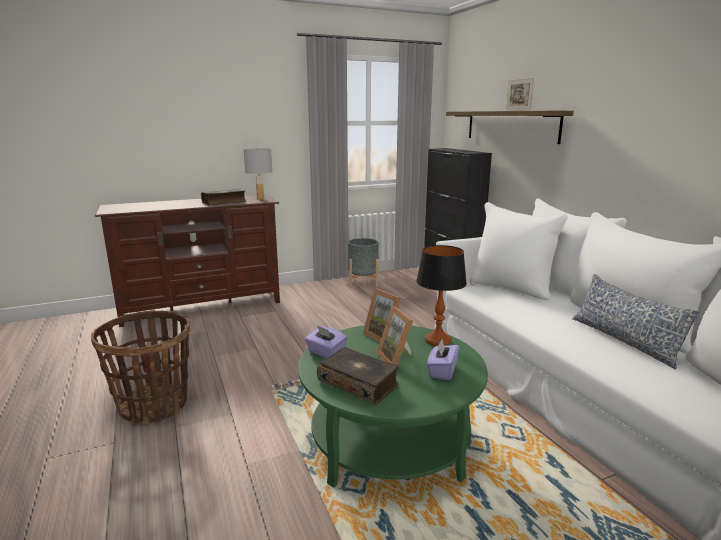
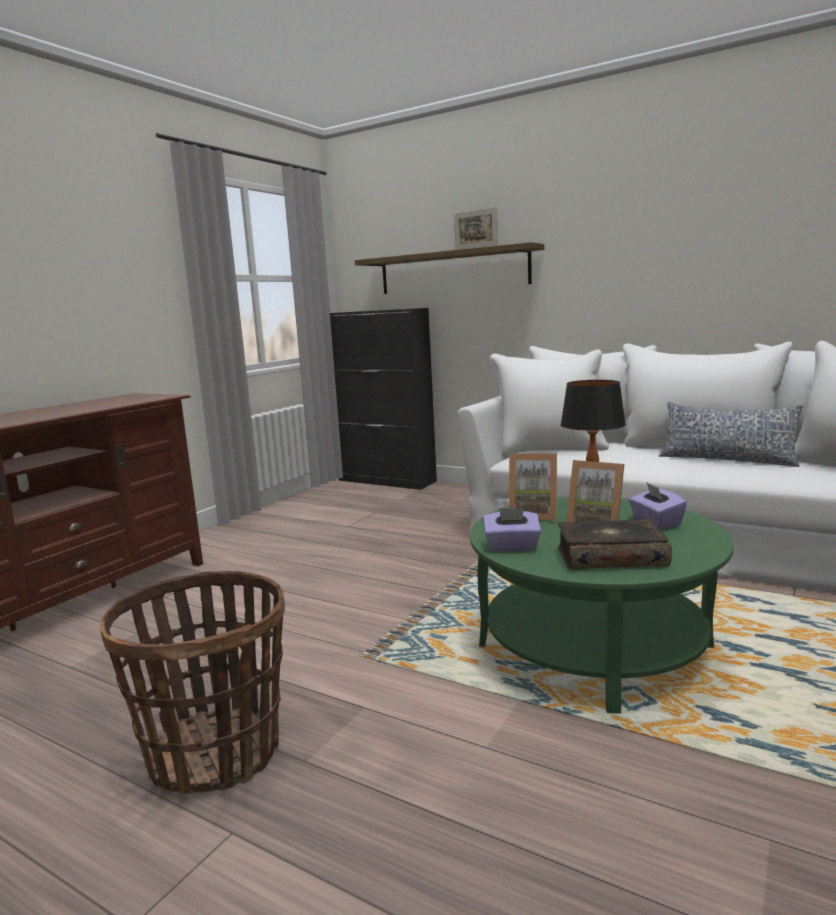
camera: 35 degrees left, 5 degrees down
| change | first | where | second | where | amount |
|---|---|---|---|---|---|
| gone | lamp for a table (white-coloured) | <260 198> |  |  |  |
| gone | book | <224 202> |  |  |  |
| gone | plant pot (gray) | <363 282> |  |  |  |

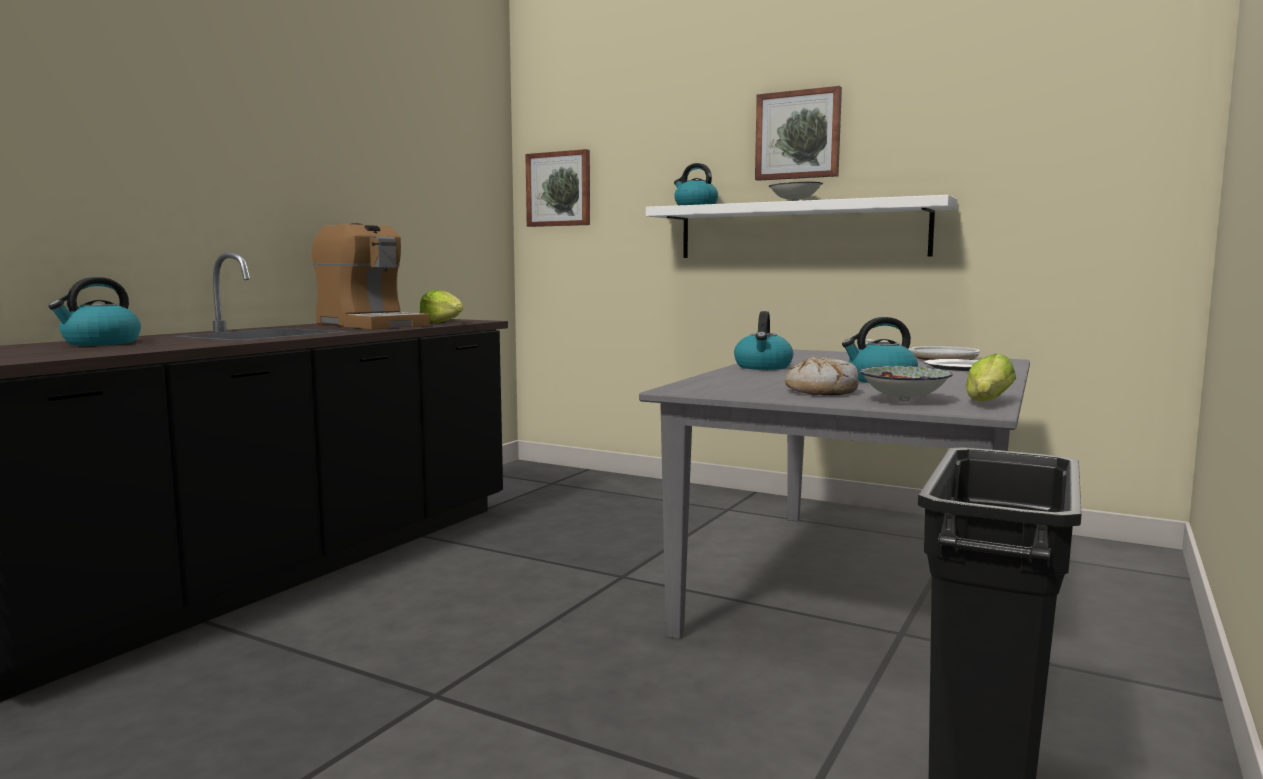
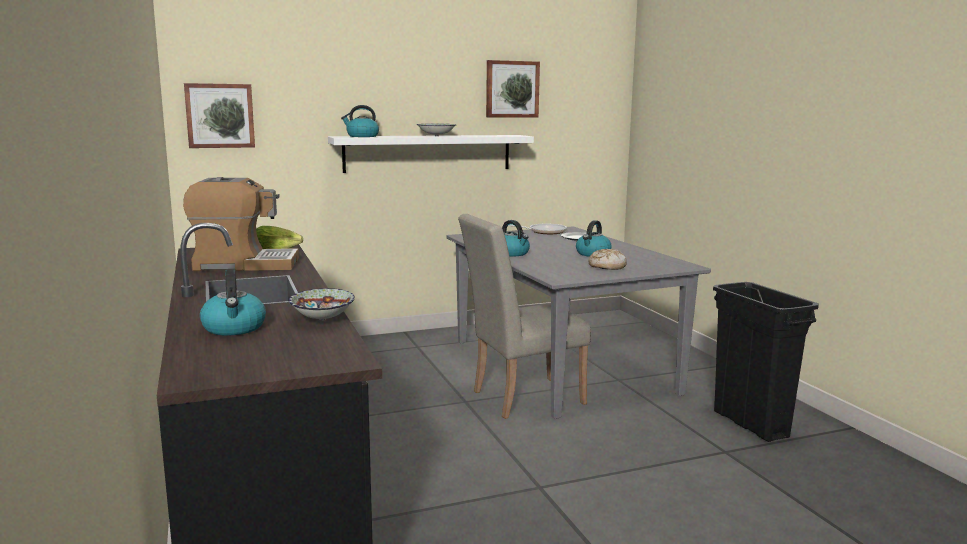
camera: 50 degrees left, 5 degrees up
| change | first | where | second | where | amount |
|---|---|---|---|---|---|
| shifted | picture | <798 135> |  | <512 89> |  |
| gone | head of lettuce | <987 403> |  |  |  |
| shifted | serving bowl | <903 400> |  | <322 319> |  |
| new |  |  | upright chair (beige) | <520 398> |  |

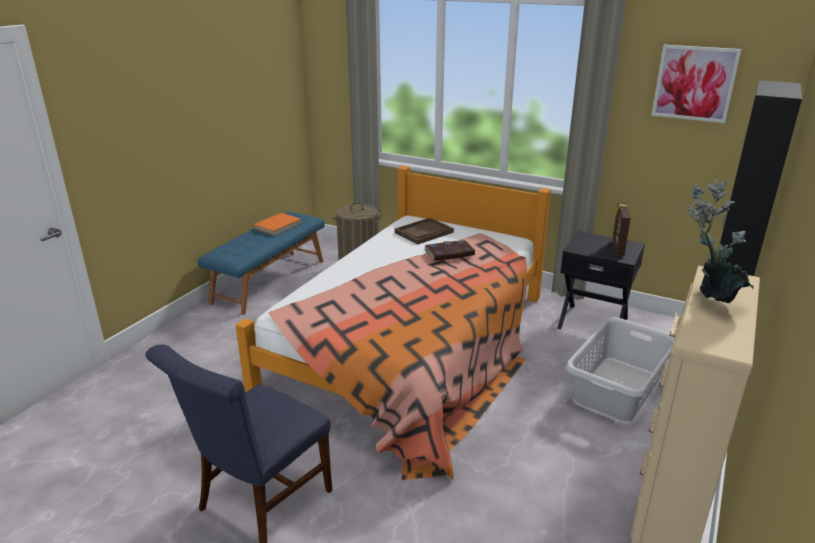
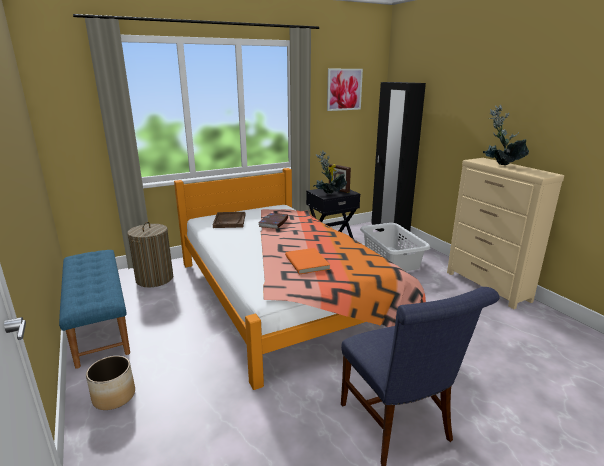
camera: 55 degrees left, 5 degrees down
| change | first | where | second | where | amount |
|---|---|---|---|---|---|
| shifted | book (orangey) | <278 226> |  | <308 262> |  |
| new |  |  | potted plant | <328 194> |  |
| new |  |  | plant pot | <113 396> |  |

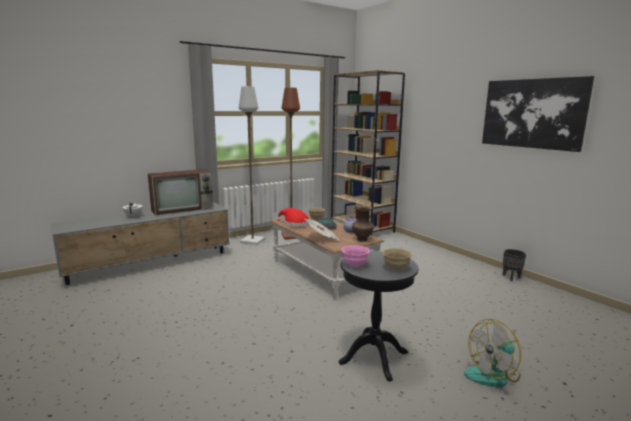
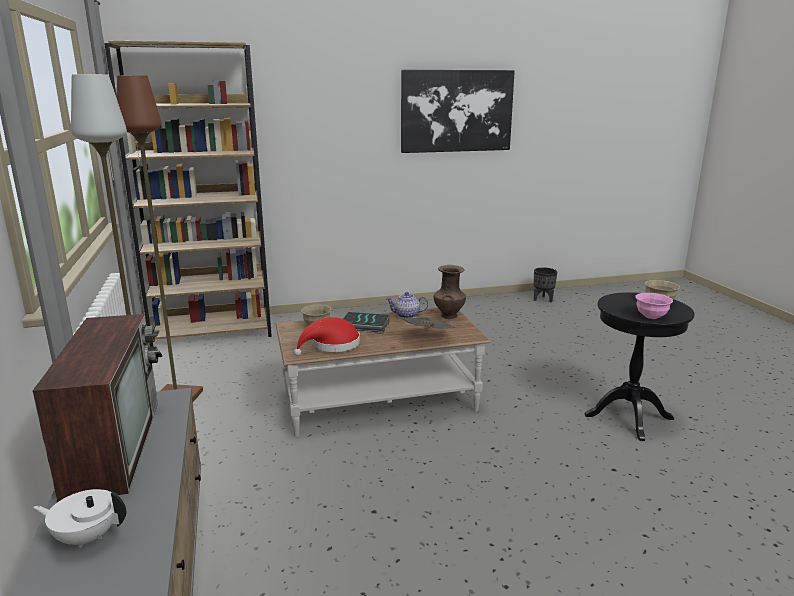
camera: 70 degrees left, 5 degrees up
| change | first | where | second | where | amount |
|---|---|---|---|---|---|
| shifted | plant pot (blackish) | <511 277> |  | <543 299> |  |
| gone | cooling fan | <493 375> |  |  |  |

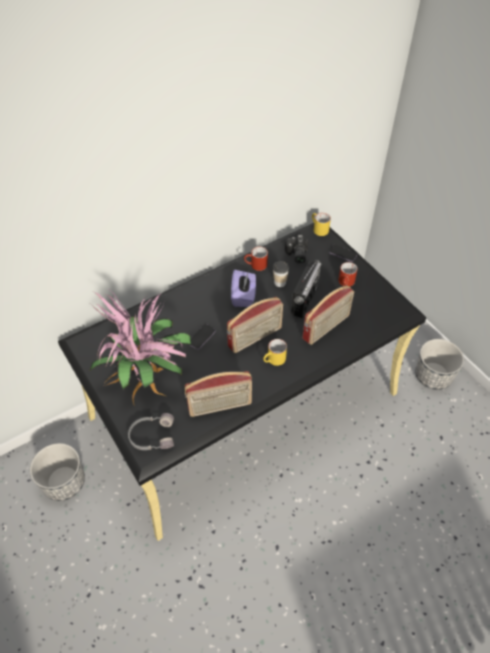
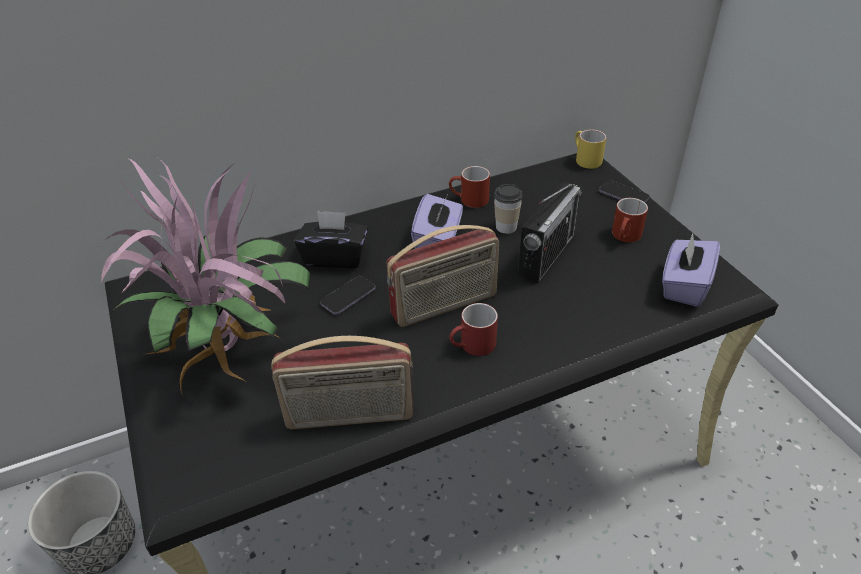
camera: 10 degrees right, 10 degrees down
| change | first | where | second | where | amount |
|---|---|---|---|---|---|
| gone | still camera | <296 255> |  |  |  |
| gone | radio | <326 328> |  |  |  |
| repainted | coffee mug (yellow-coloured) | <274 360> | coffee mug (red-coloured) | <472 347> |  |
| gone | plant pot | <433 376> |  |  |  |
| gone | headset (gray) | <152 435> |  |  |  |
| new |  |  | box of tissues (blackish) | <335 257> |  |
| new |  |  | box of tissues (purplish) | <684 286> |  |

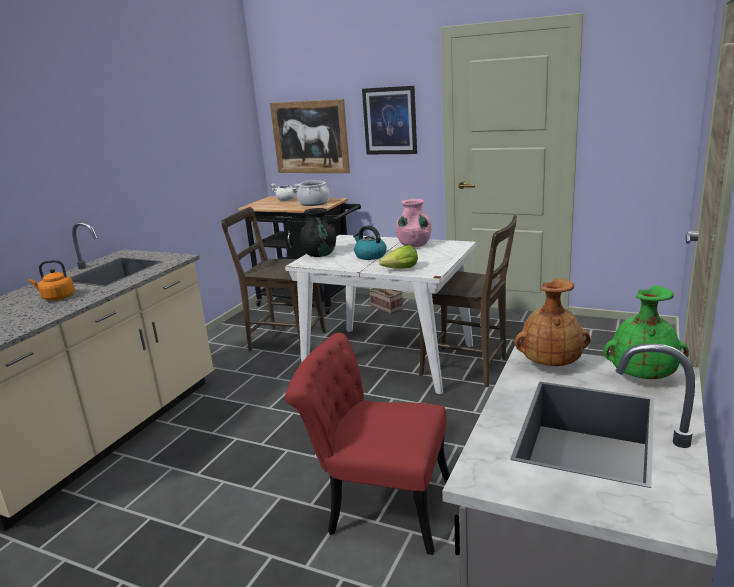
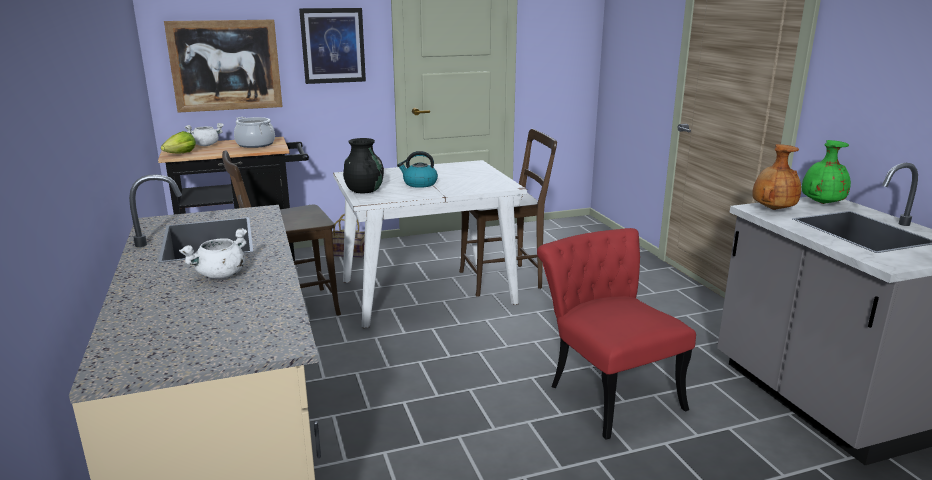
camera: 45 degrees left, 0 degrees up
| change | first | where | second | where | amount |
|---|---|---|---|---|---|
| gone | vase (pinkish) | <414 245> |  |  |  |
| shifted | head of lettuce | <401 269> |  | <181 154> |  |
| swapped | water kettle (orangey) | <57 298> | saucepot (white-coloured) | <220 275> |  |
| rotated | upright chair (red-coloured) | <377 505> |  | <606 391> | 90 degrees clockwise |

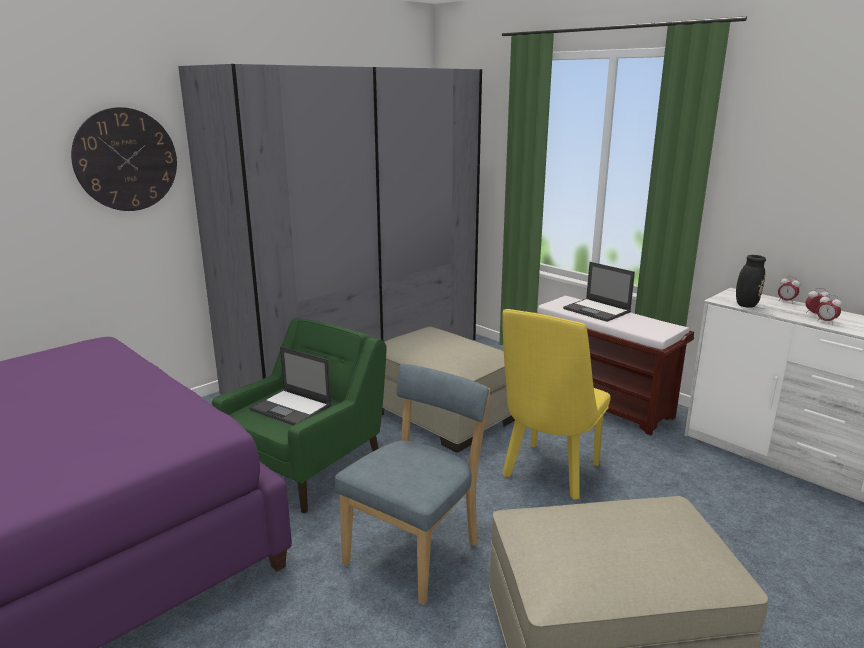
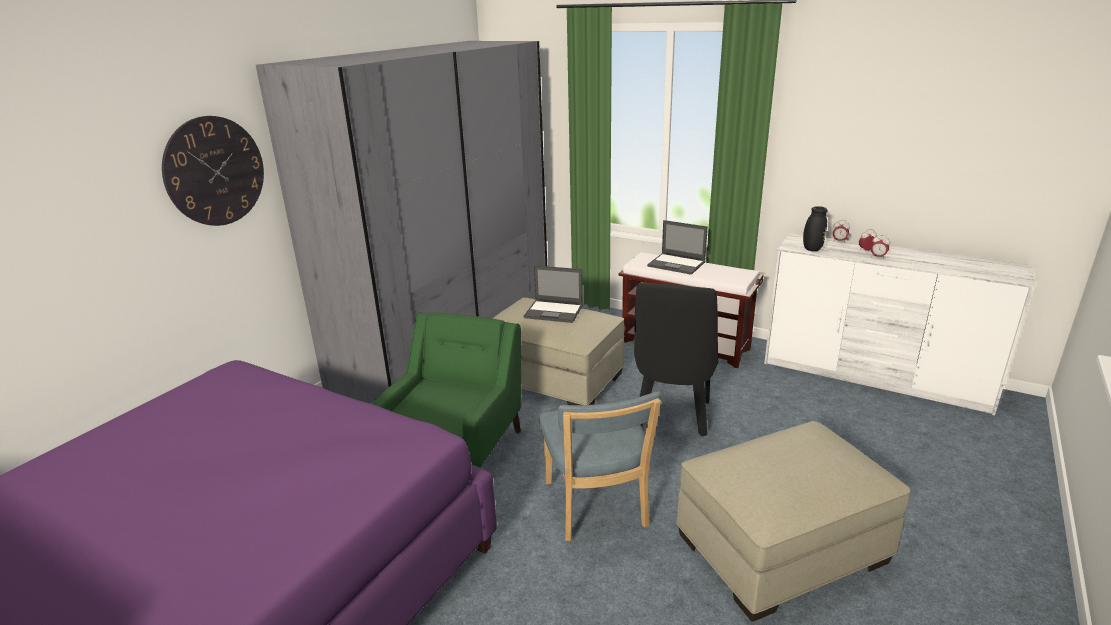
camera: 15 degrees left, 5 degrees up
| change | first | where | second | where | amount |
|---|---|---|---|---|---|
| repainted | upright chair (yellow-coloured) | <548 474> | upright chair (blackish) | <672 418> |  |
| shifted | notebook computer | <292 408> |  | <554 312> |  |
| rotated | upright chair (blue) | <416 550> |  | <597 508> | 150 degrees clockwise |

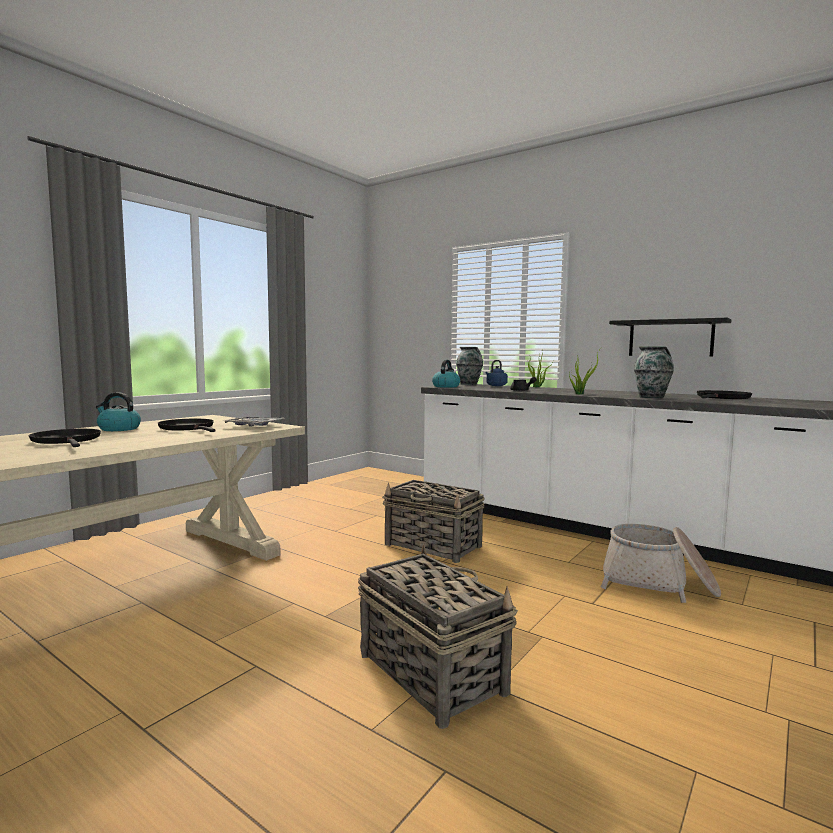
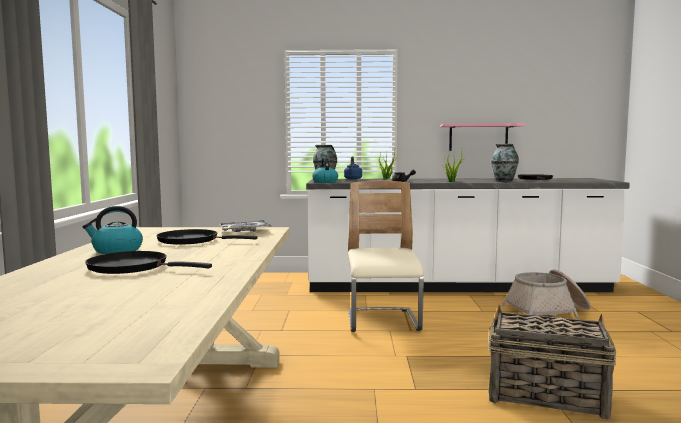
camera: 35 degrees left, 0 degrees up
| change | first | where | second | where | amount |
|---|---|---|---|---|---|
| repainted | wall shelf (blackish) | <670 338> | wall shelf (pinkish) | <478 137> |  |
| swapped | storage basket | <433 546> | upright chair (beige) | <382 322> |  |

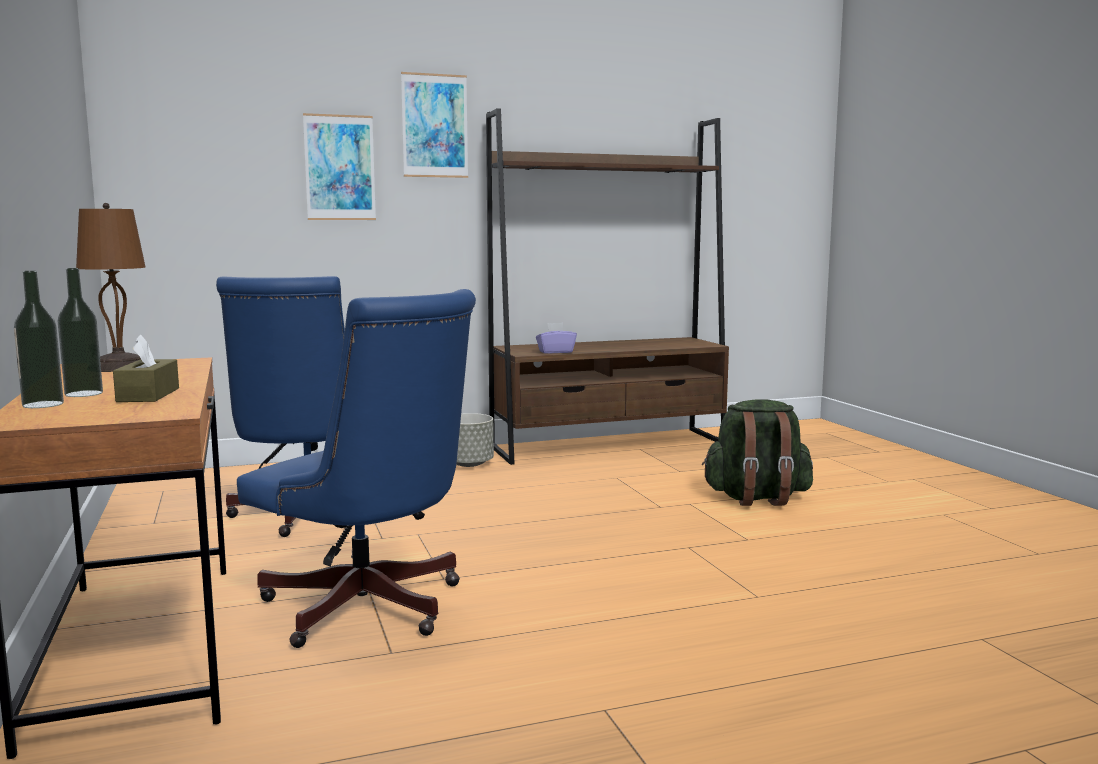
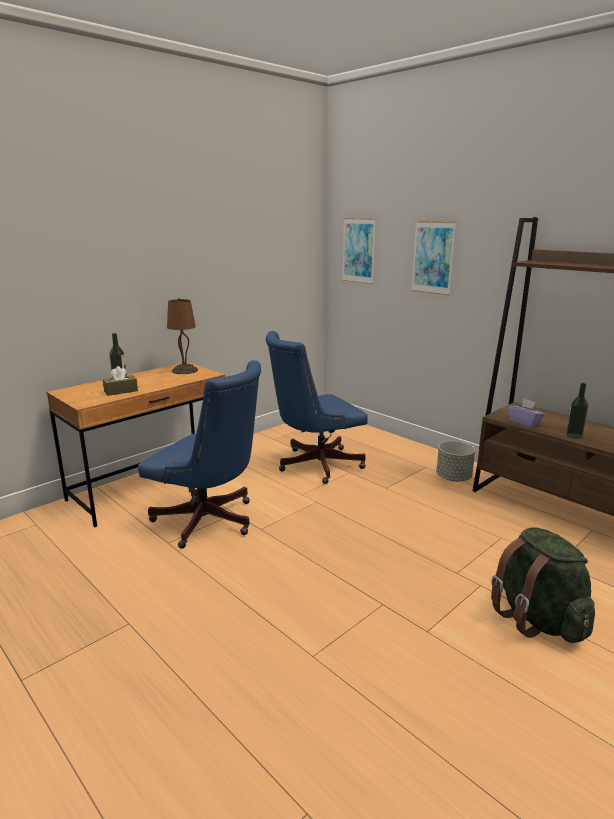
camera: 65 degrees right, 10 degrees up
| change | first | where | second | where | amount |
|---|---|---|---|---|---|
| shifted | picture | <435 126> |  | <358 250> |  |
| shifted | bottle | <43 404> |  | <574 436> |  |
| rotated | desk chair (blue) | <370 610> |  | <210 522> | 75 degrees counterclockwise |

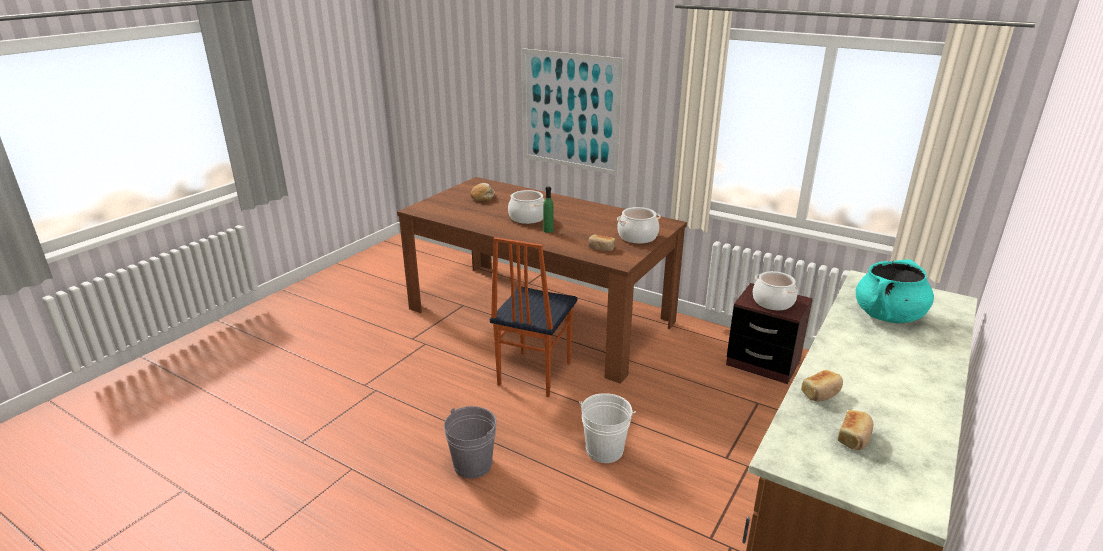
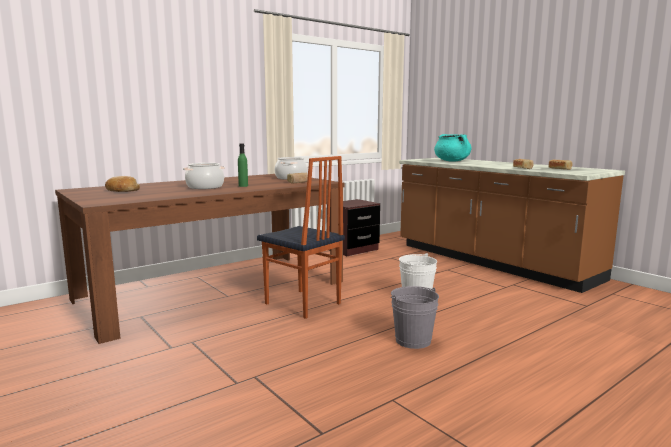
camera: 70 degrees left, 15 degrees down
| change | first | where | second | where | amount |
|---|---|---|---|---|---|
| gone | picture | <570 111> |  |  |  |
| gone | saucepot | <772 302> |  |  |  |

